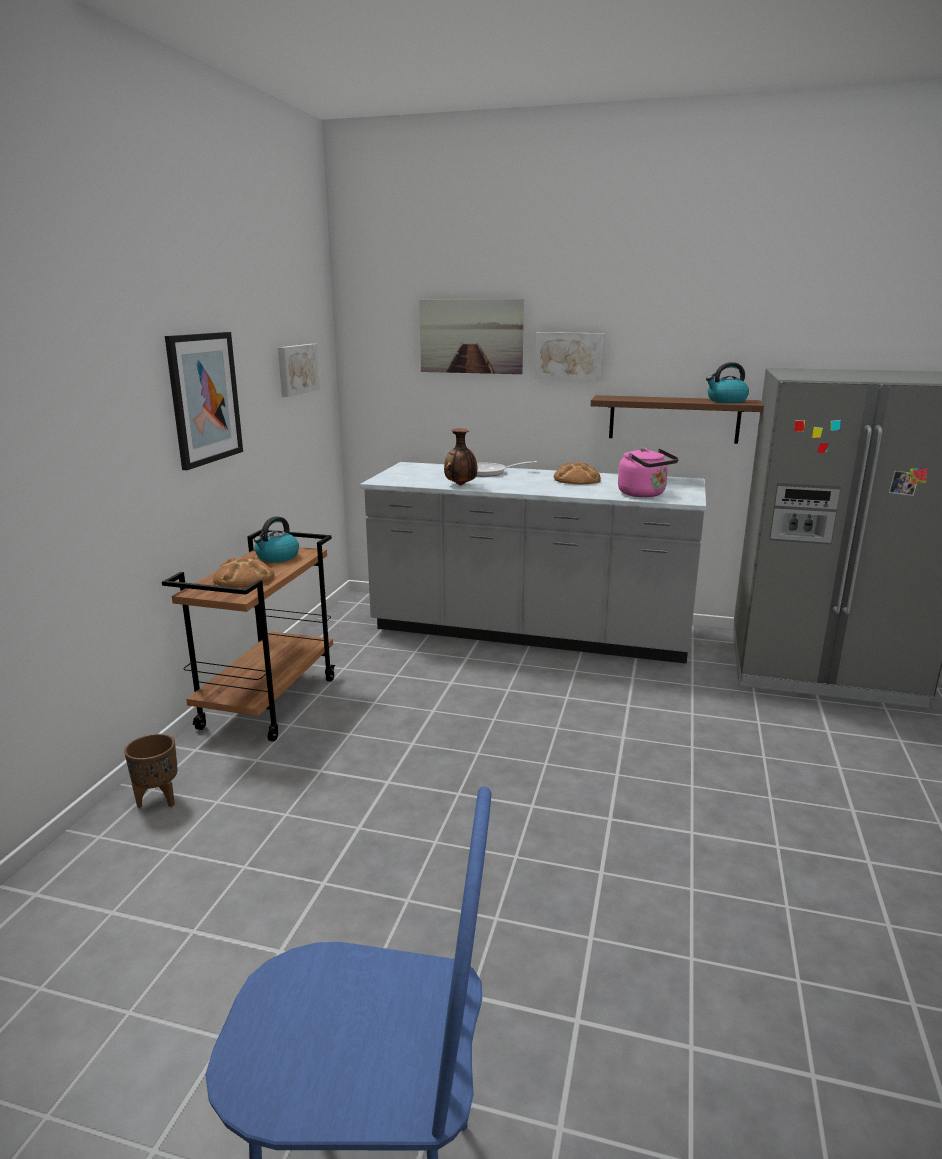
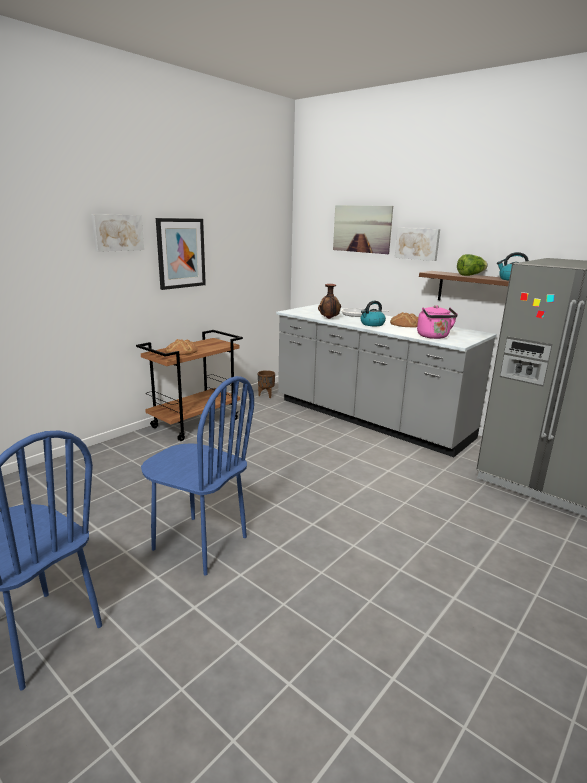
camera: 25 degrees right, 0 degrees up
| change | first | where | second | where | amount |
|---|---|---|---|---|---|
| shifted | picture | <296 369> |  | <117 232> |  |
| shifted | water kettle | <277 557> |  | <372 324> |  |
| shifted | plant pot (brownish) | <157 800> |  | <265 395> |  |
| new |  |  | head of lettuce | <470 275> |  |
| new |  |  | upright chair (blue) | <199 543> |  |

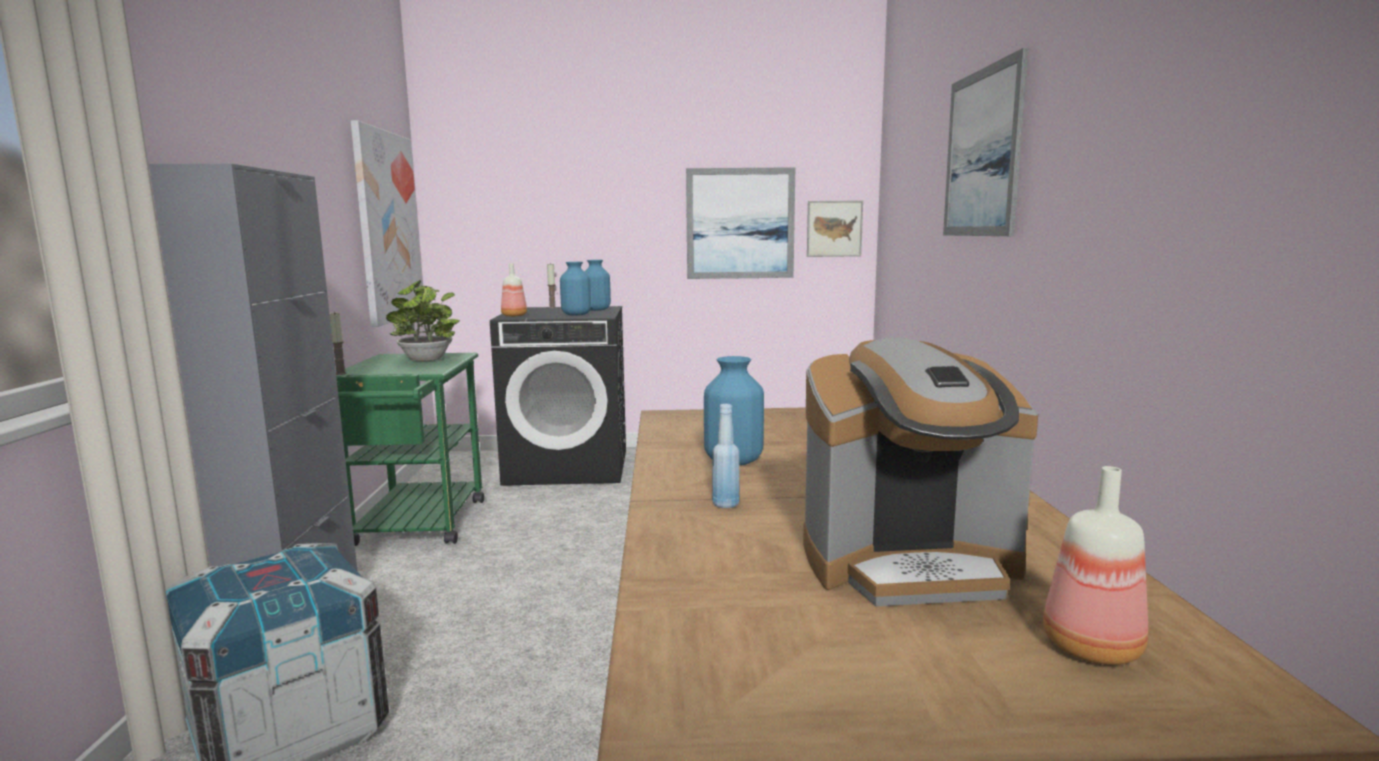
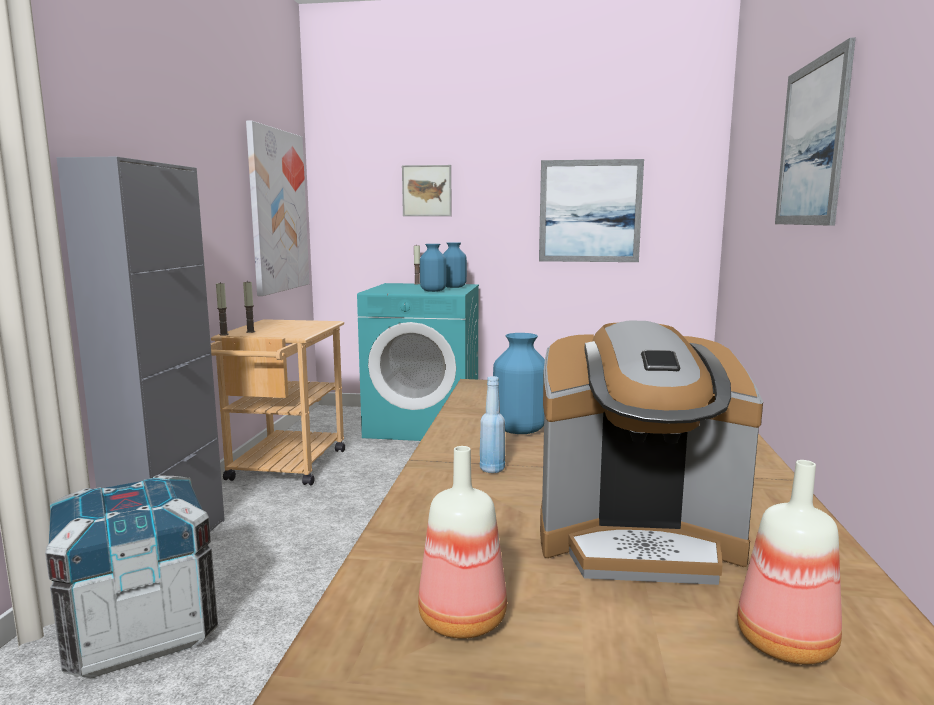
camera: 10 degrees right, 0 degrees up
| change | first | where | second | where | amount |
|---|---|---|---|---|---|
| shifted | picture | <834 228> |  | <427 190> |  |
| shifted | bottle | <515 316> |  | <465 621> |  |
| gone | potted plant | <426 360> |  |  |  |
| repainted | laundry machine (blackish) | <568 466> | laundry machine (blue-green) | <424 425> |  |
| repainted | cart (greenish) | <416 527> | cart (beige) | <283 469> |  |
| new |  |  | wax light | <250 332> |  |

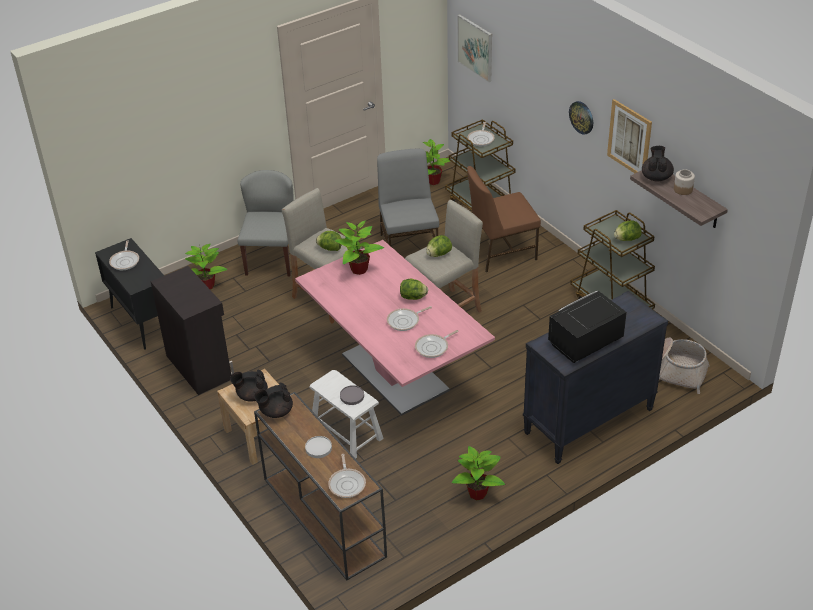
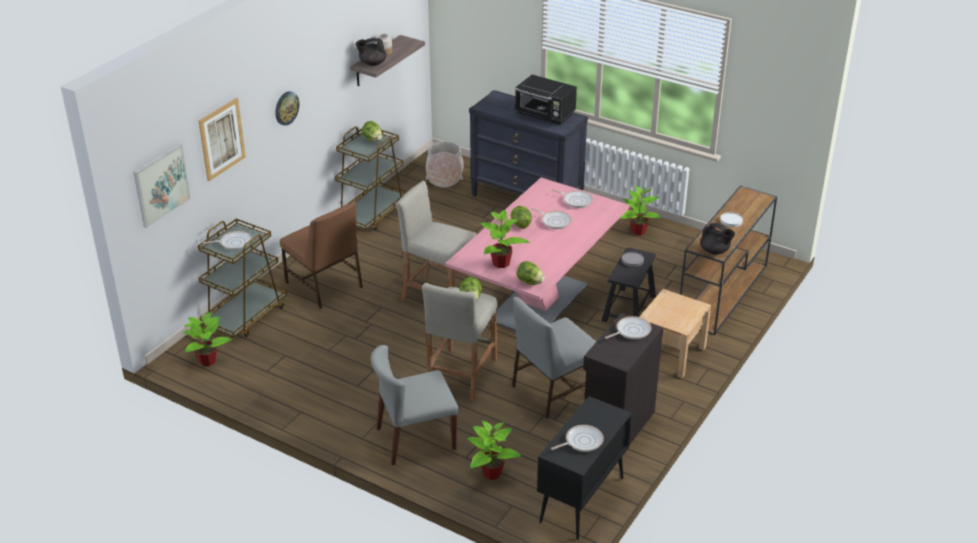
camera: 115 degrees left, 5 degrees down
| change | first | where | second | where | amount |
|---|---|---|---|---|---|
| shifted | picture | <629 138> |  | <221 139> |  |
| shifted | upright chair (gray) | <409 246> |  | <553 390> |  |
| shifted | head of lettuce | <438 254> |  | <530 282> |  |
| gone | teapot (blackish) | <251 395> |  |  |  |
| repainted | stool (white-coloured) | <346 432> | stool (blackish) | <629 308> |  |
| shifted | skillet | <347 483> |  | <631 331> |  |

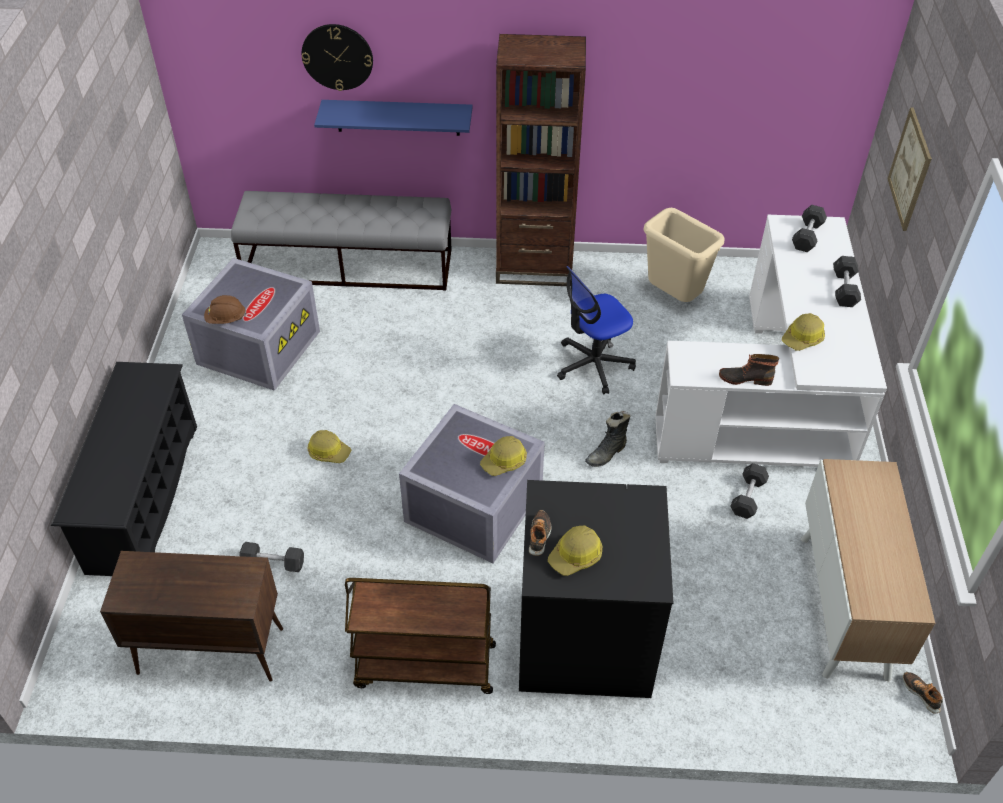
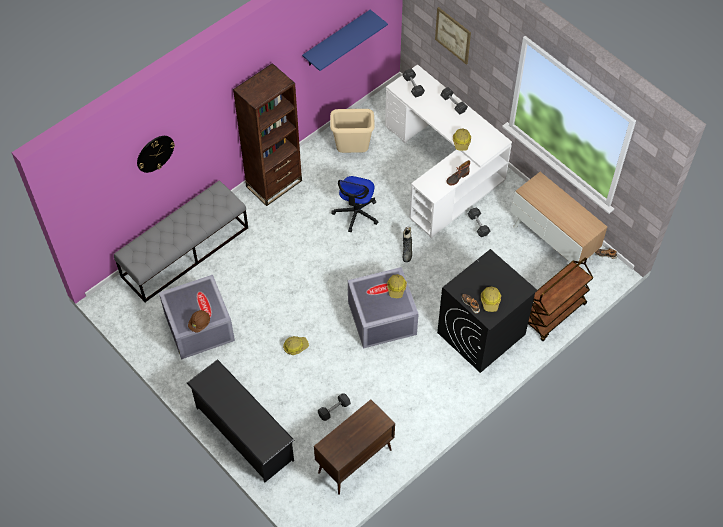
camera: 45 degrees left, 10 degrees up
| change | first | where | second | where | amount |
|---|---|---|---|---|---|
| shifted | wall shelf (blue) | <398 117> |  | <336 39> |  |
| shifted | cart (brownish) | <424 666> |  | <554 314> |  |

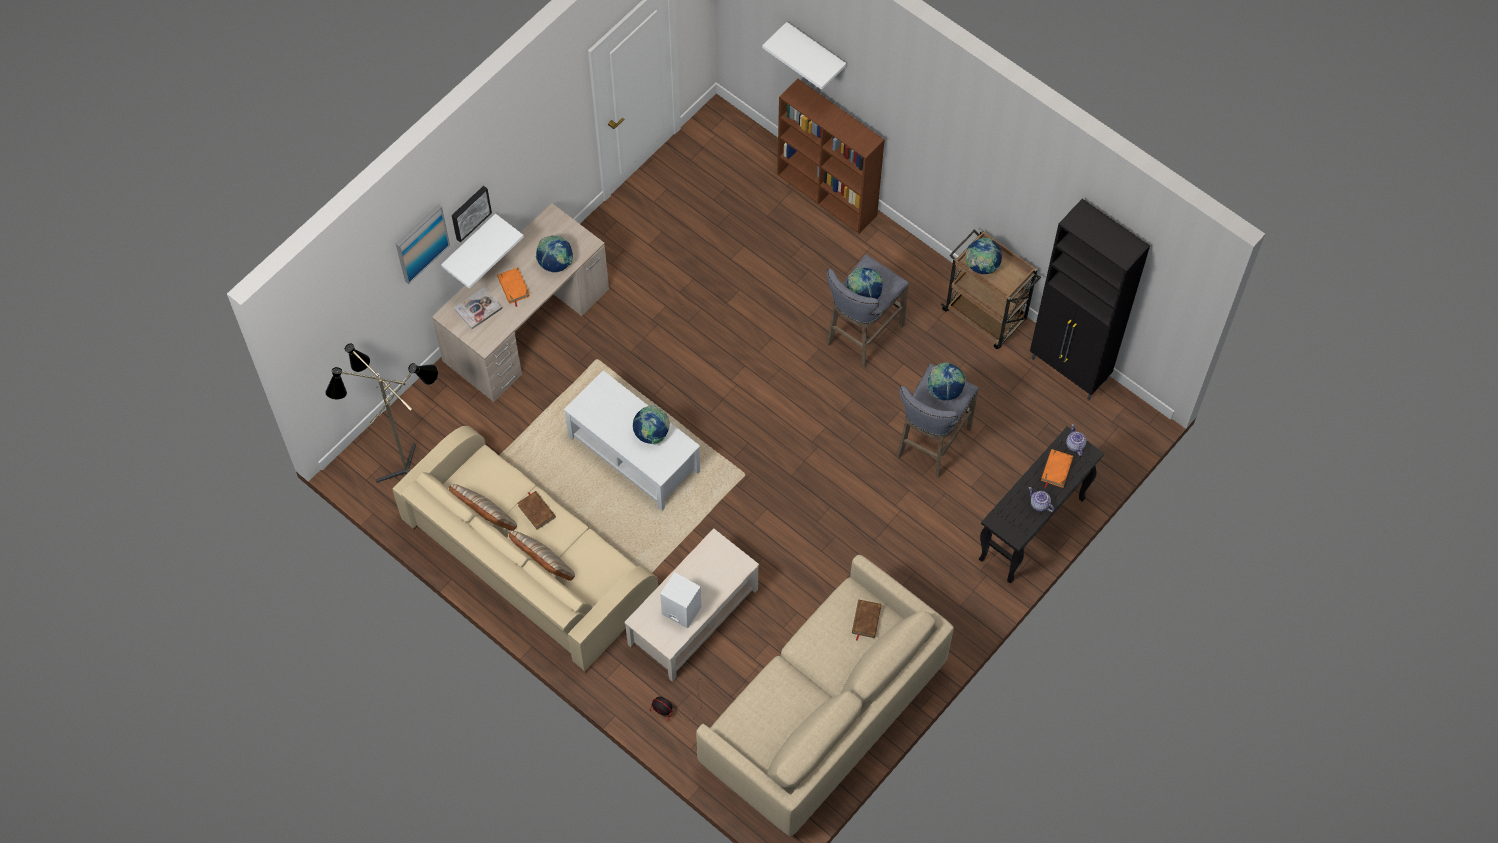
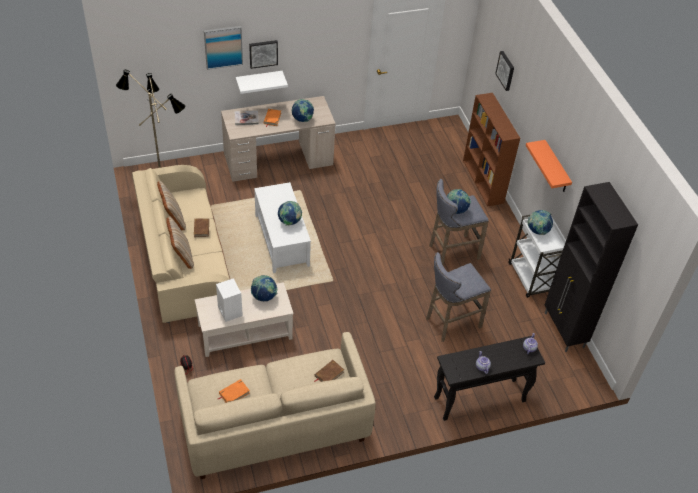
camera: 30 degrees right, 15 degrees down
| change | first | where | second | where | amount |
|---|---|---|---|---|---|
| swapped | wall shelf (white-coloured) | <816 51> | picture | <506 70> |  |
| repainted | cart (brownish) | <985 316> | cart (white-coloured) | <532 279> |  |
| shifted | globe | <944 390> |  | <264 297> |  |
| shifted | book (orangey) | <1056 469> |  | <234 393> |  |
| new |  |  | wall shelf (orangey) | <556 168> |  |

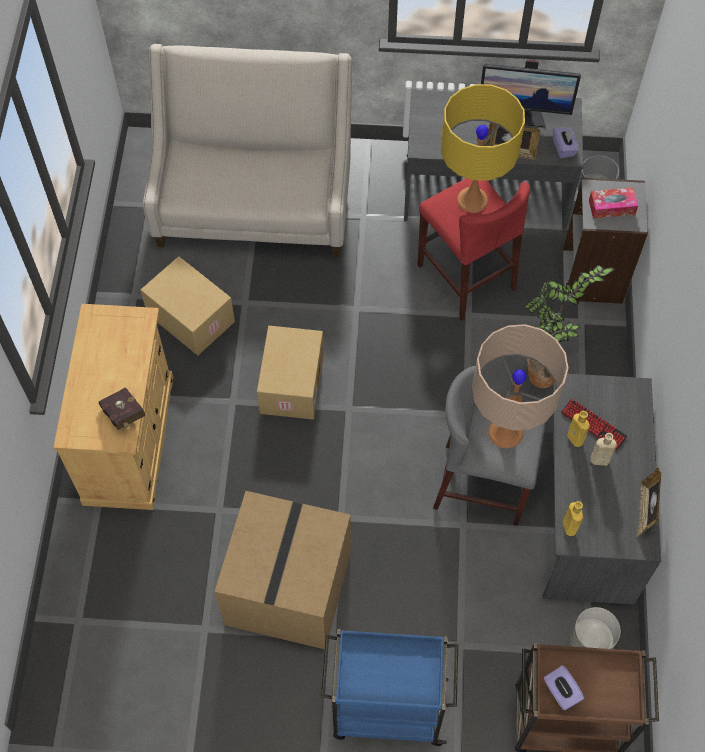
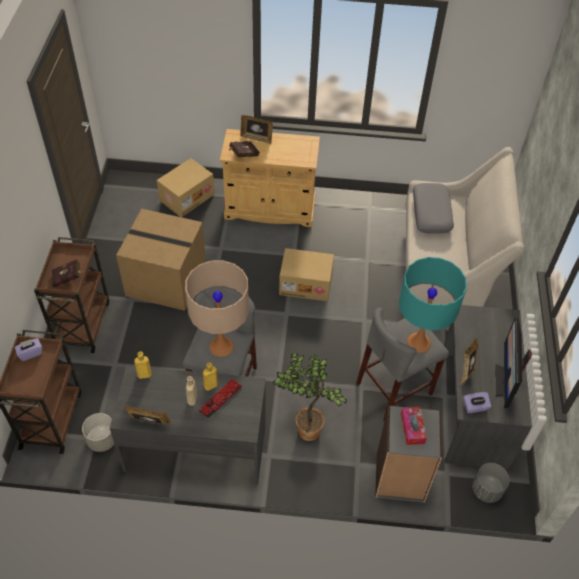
camera: 90 degrees right, 10 degrees down
| change | first | where | second | where | amount |
|---|---|---|---|---|---|
| repainted | lamp for a table (yellow-coloured) | <472 200> | lamp for a table (blue-green) | <418 342> |  |
| repainted | stool (red-coloured) | <466 276> | stool (gray) | <394 389> |  |
| shifted | cardboard box | <189 318> |  | <186 197> |  |
| repainted | cart (blue) | <386 709> | cart (brownish) | <83 324> |  |
| new |  |  | photo frame | <256 138> |  |
| new |  |  | pillow (gray) | <432 213> |  |
| new |  |  | book (red-coloured) | <68 279> |  |

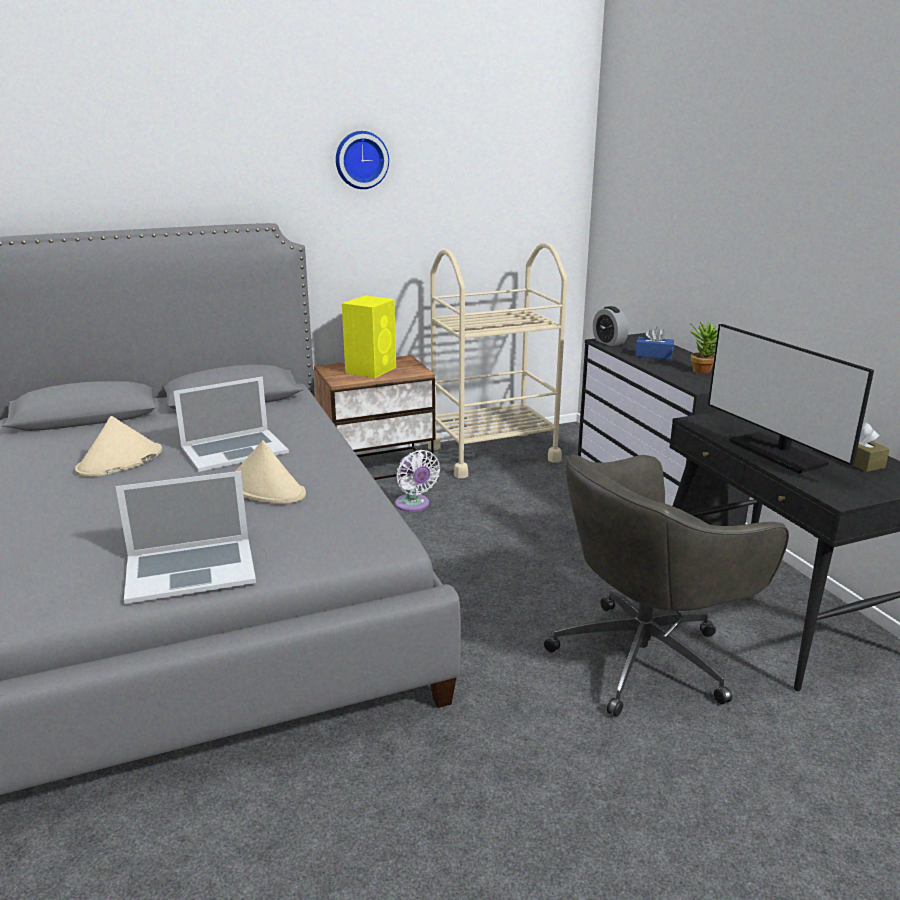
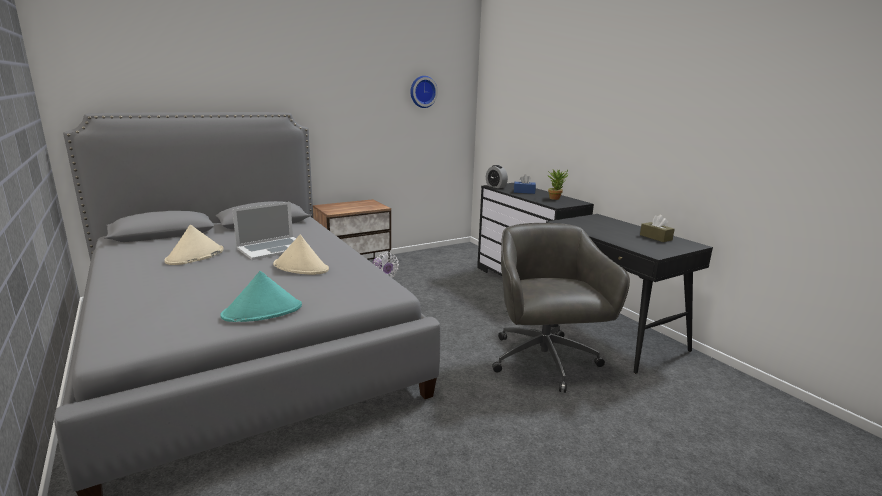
camera: 10 degrees left, 5 degrees down
| change | first | where | second | where | amount |
|---|---|---|---|---|---|
| shifted | hanging clock | <361 160> |  | <422 91> |  |
| gone | cart (beige) | <493 453> |  |  |  |
| gone | speaker (yellow-coloured) | <371 369> |  |  |  |
| gone | computer screen | <777 453> |  |  |  |
| rotated | desk chair (gray) | <645 657> |  | <544 362> | 120 degrees clockwise |
| swapped | notebook computer | <190 569> | clothing hat (blue-green) | <263 311> |  |

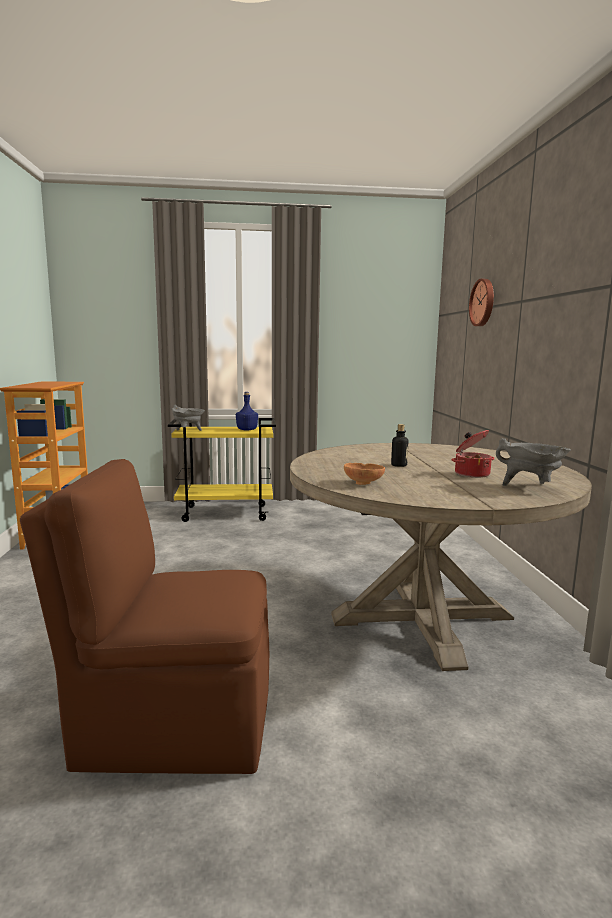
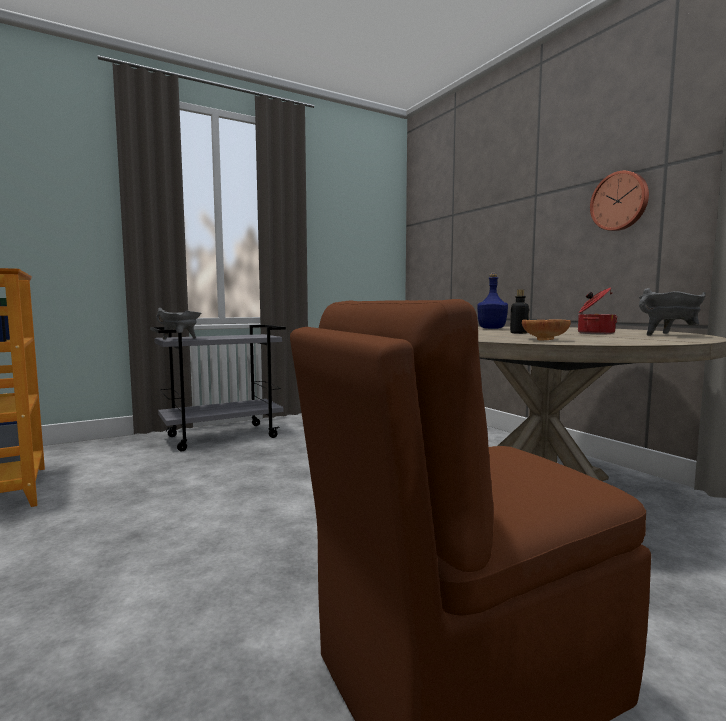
camera: 25 degrees left, 5 degrees down
| change | first | where | second | where | amount |
|---|---|---|---|---|---|
| shifted | hanging clock | <483 302> |  | <620 201> |  |
| shifted | bottle (blue) | <247 430> |  | <491 328> |  |
| repainted | cart (yellow-coloured) | <226 513> | cart (gray) | <223 436> |  |

